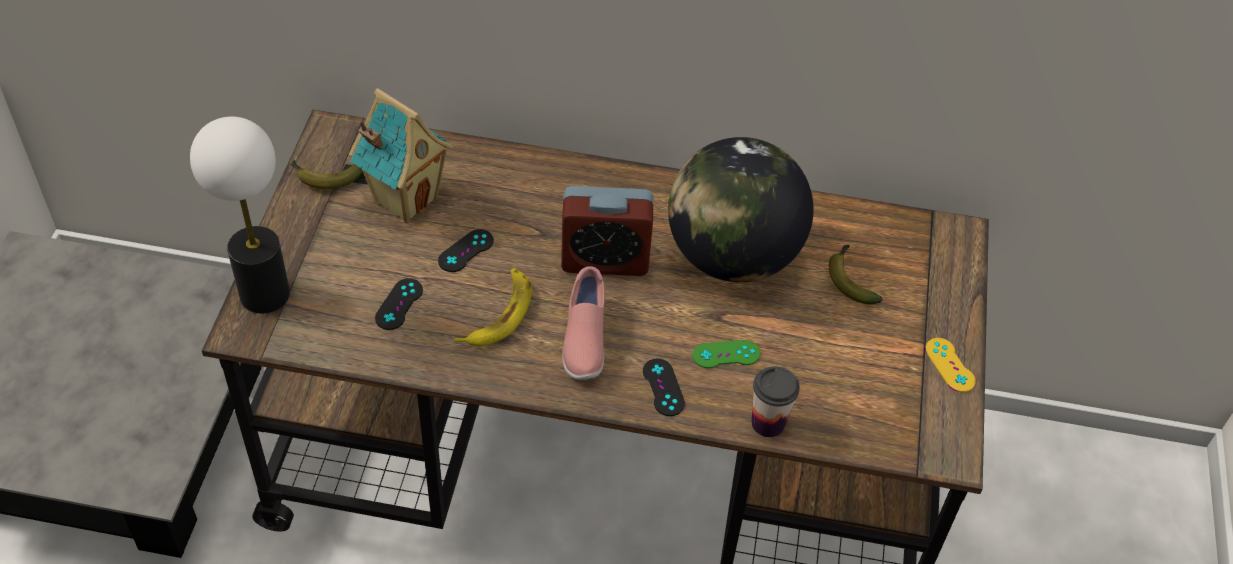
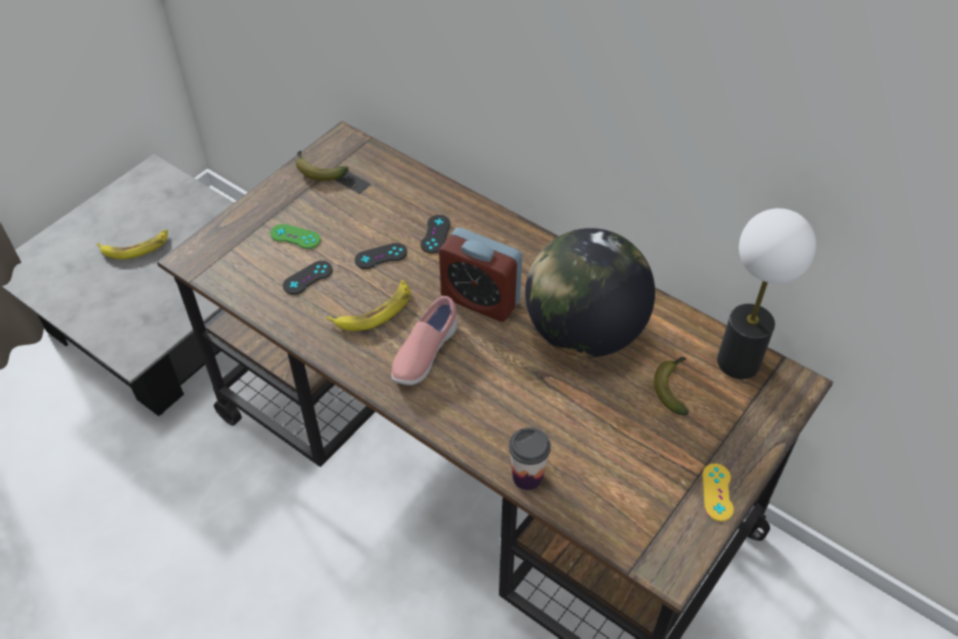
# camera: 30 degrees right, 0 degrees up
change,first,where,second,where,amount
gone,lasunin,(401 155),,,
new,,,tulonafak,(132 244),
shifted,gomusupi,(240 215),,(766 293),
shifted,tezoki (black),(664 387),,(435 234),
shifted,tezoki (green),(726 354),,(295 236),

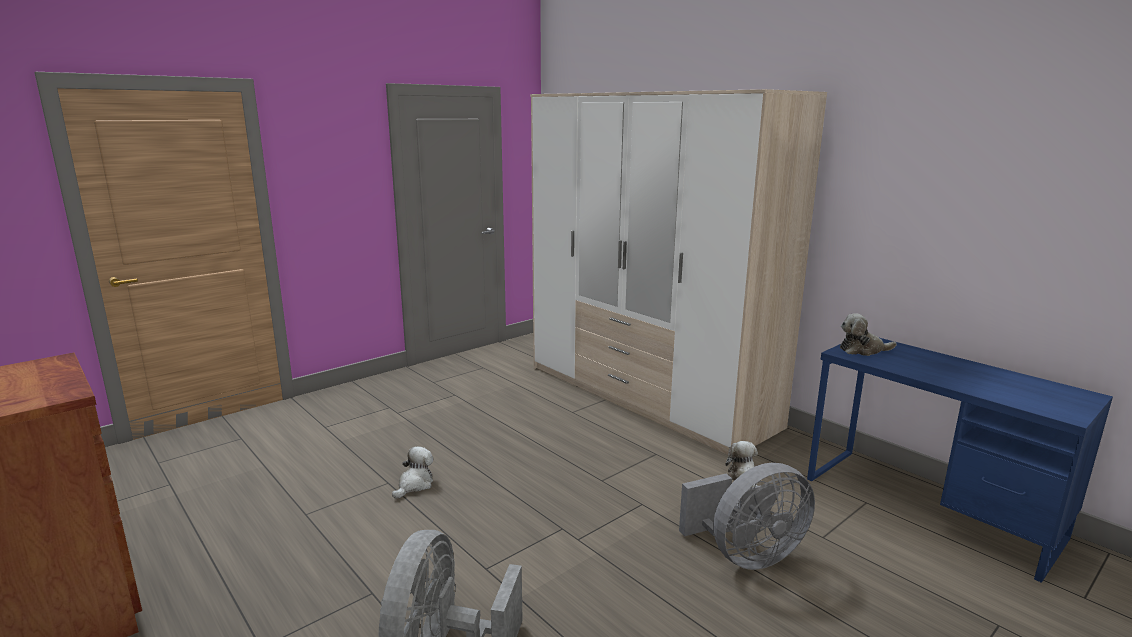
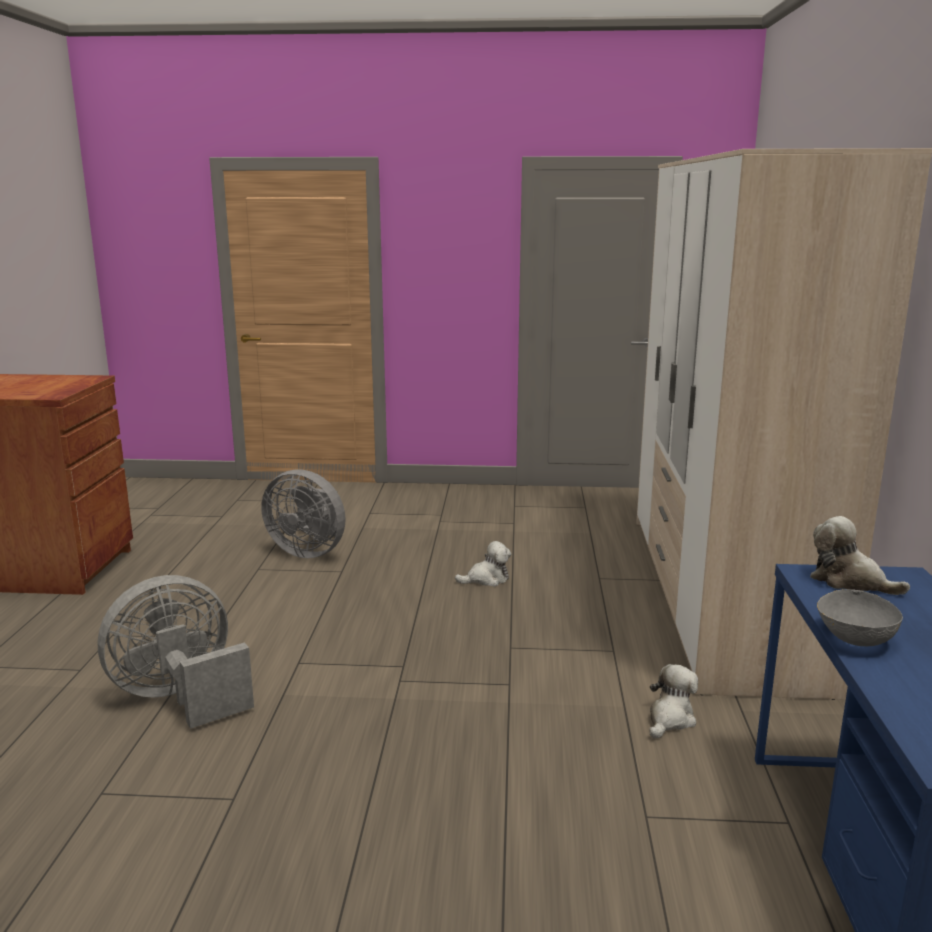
# camera: 45 degrees right, 0 degrees up
change,first,where,second,where,amount
new,,,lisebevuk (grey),(860 617),
shifted,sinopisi,(412 472),,(483 564),
shifted,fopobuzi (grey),(747 516),,(303 513),

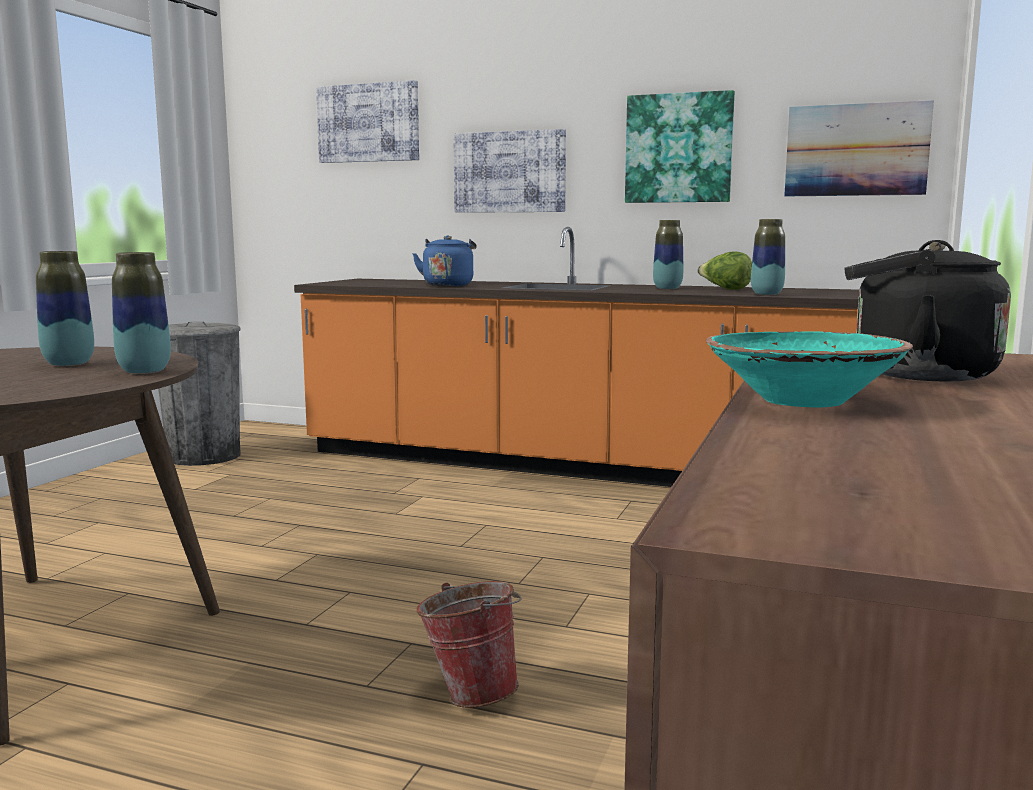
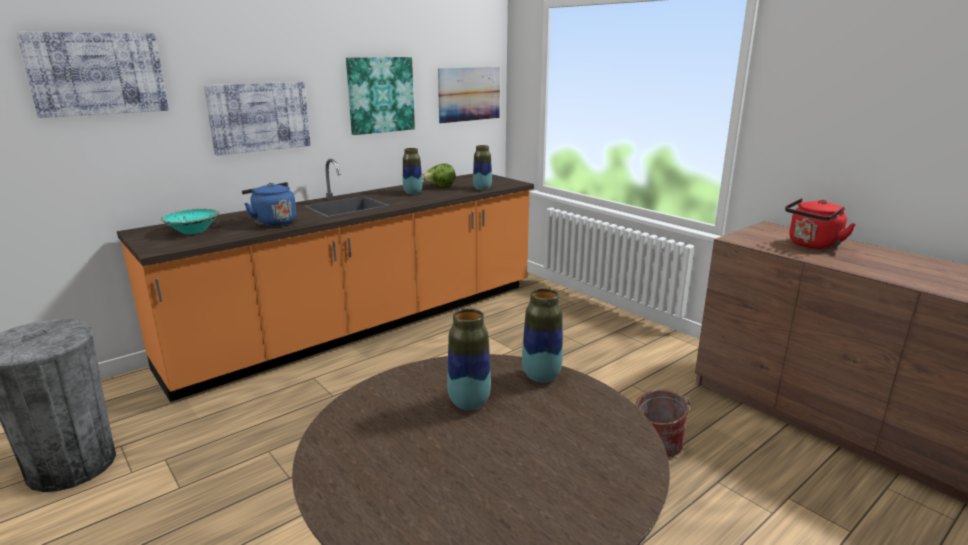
# camera: 60 degrees left, 10 degrees up
change,first,where,second,where,amount
shifted,lisebevuk (turquoise),(809 369),,(190 221),
repainted,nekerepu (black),(927 311),nekerepu (red),(820 223),

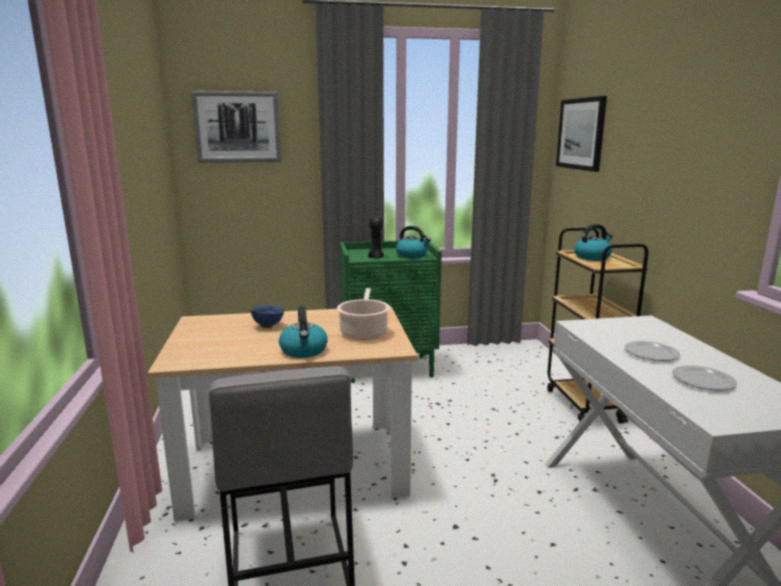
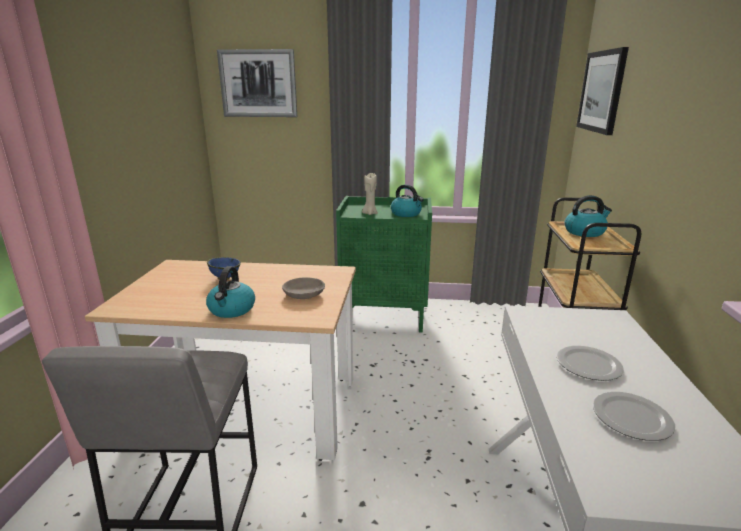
# camera: 15 degrees right, 5 degrees up
change,first,where,second,where,amount
swapped,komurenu,(363 314),lisebevuk (grey),(303 288),
repainted,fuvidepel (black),(376 237),fuvidepel (beige),(370 194),

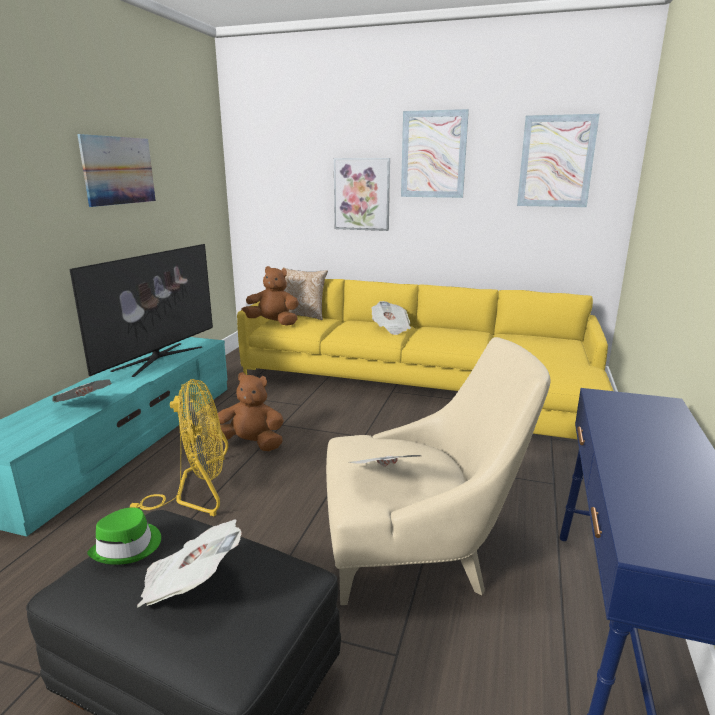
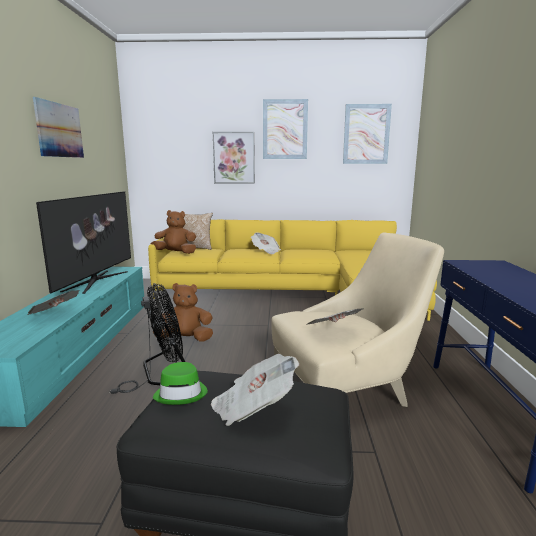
# camera: 15 degrees left, 5 degrees down
change,first,where,second,where,amount
repainted,fopobuzi (yellow),(178 447),fopobuzi (black),(147 338),

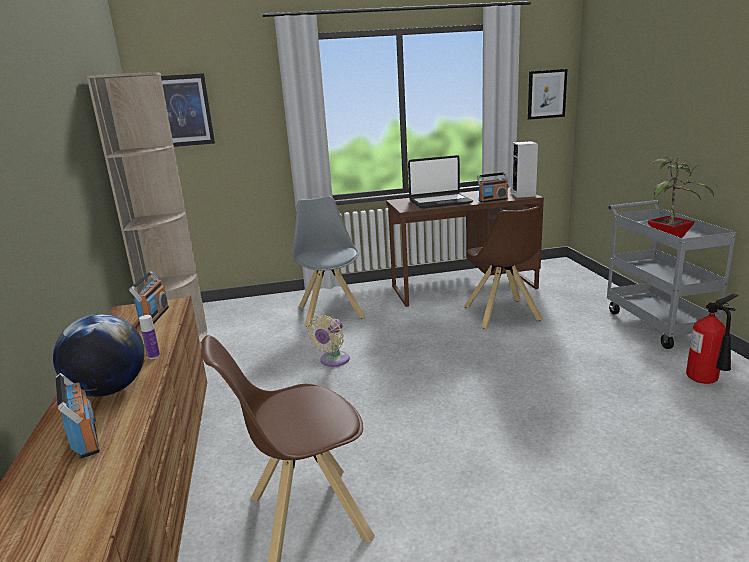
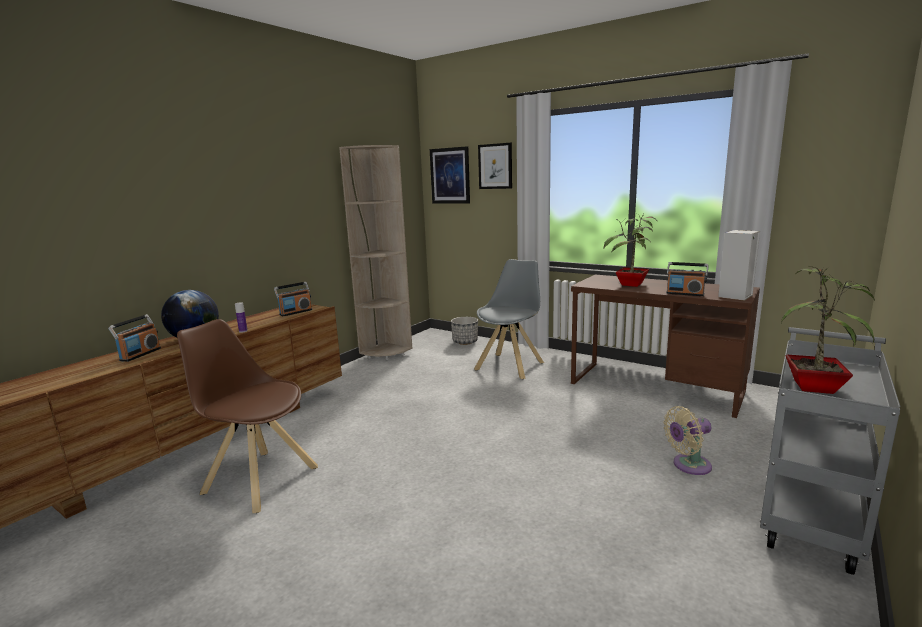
# camera: 45 degrees right, 5 degrees down
change,first,where,second,where,amount
gone,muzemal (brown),(503 268),,,
gone,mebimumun,(712 339),,,
new,,,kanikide,(464 331),
shifted,fopobuzi (beige),(328 341),,(687 440),
shifted,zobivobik,(548 94),,(495 166),
swapped,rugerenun,(440 182),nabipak,(630 250),

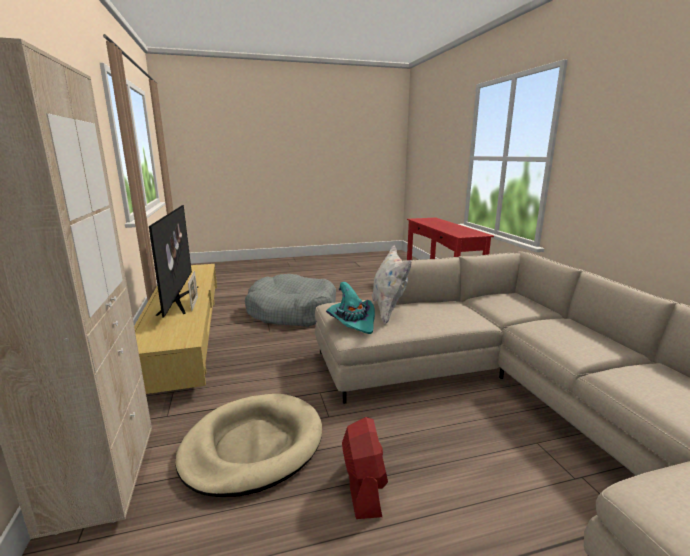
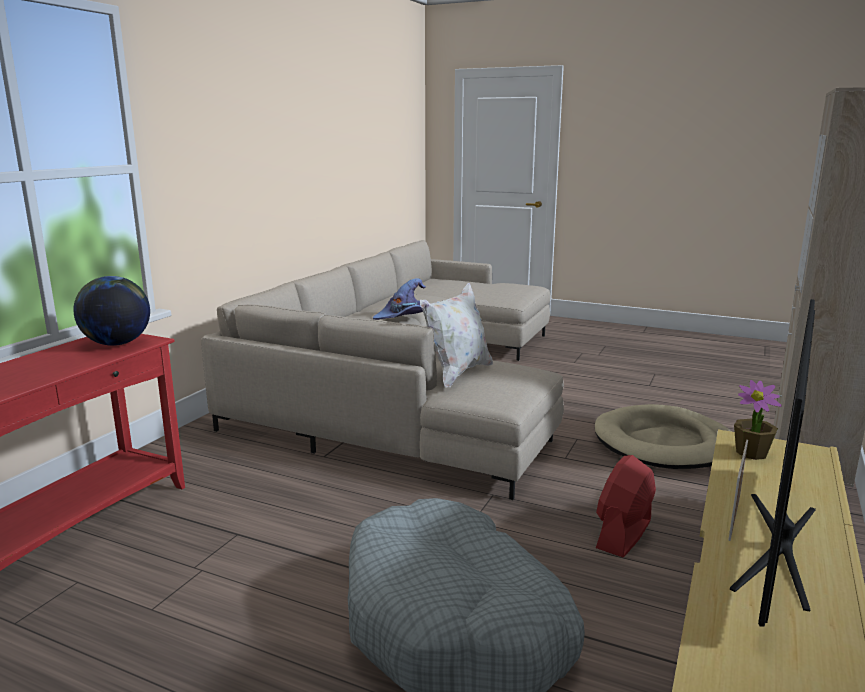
# camera: 140 degrees left, 0 degrees up
change,first,where,second,where,amount
gone,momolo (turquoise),(350 308),,,
new,,,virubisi,(111 311),
new,,,momolo (purple),(399 299),
new,,,nabipak,(758 420),
shifted,fopobuzi (red),(365 468),,(626 506),

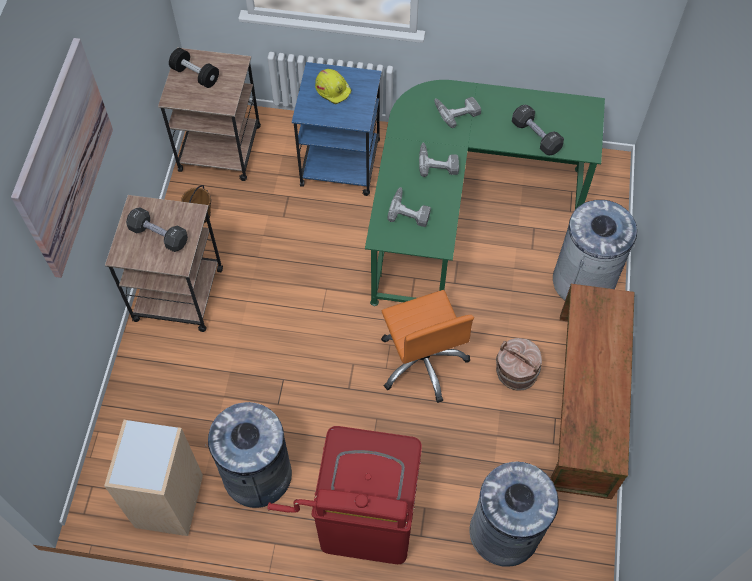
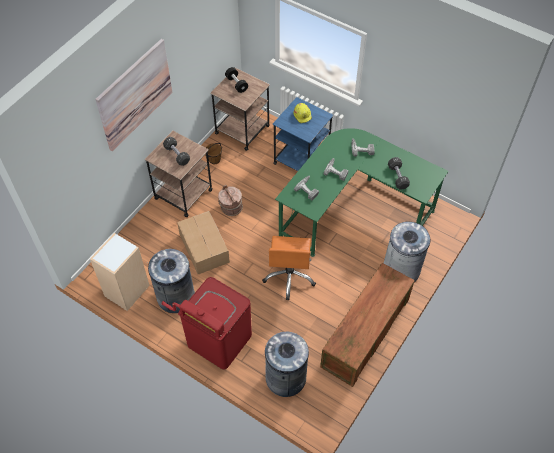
# camera: 25 degrees right, 5 degrees down
change,first,where,second,where,amount
new,,,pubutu,(203 242),
shifted,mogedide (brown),(519 364),,(230 200),

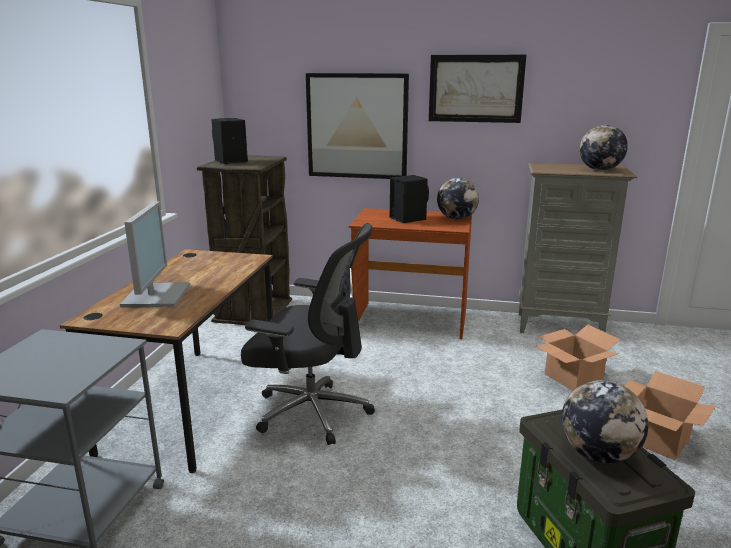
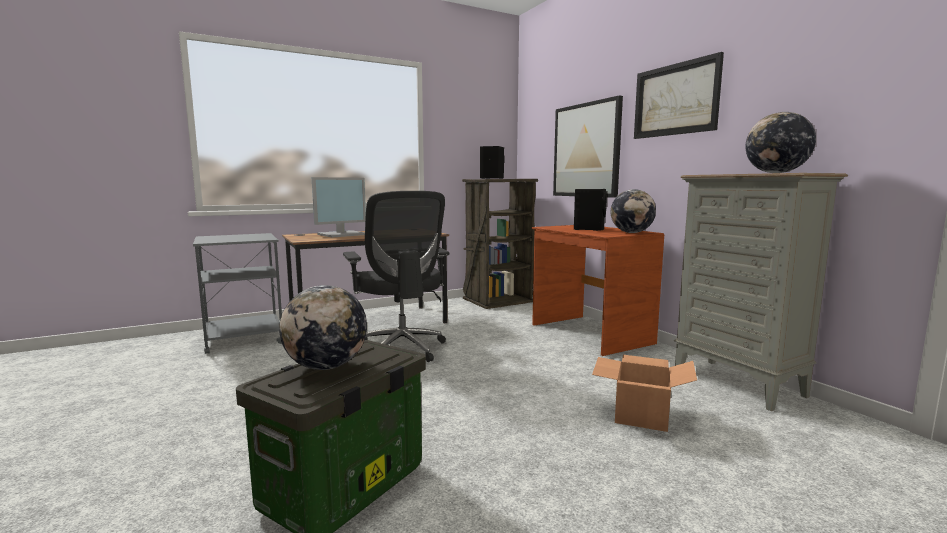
# camera: 50 degrees right, 10 degrees down
change,first,where,second,where,amount
gone,pubutu,(670 415),,,

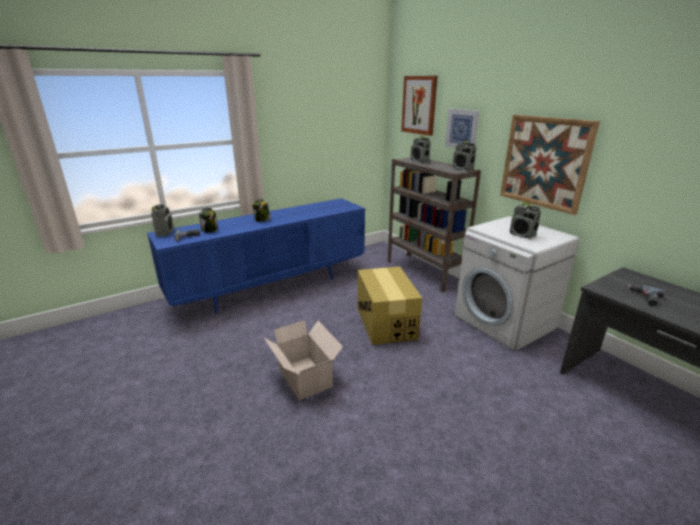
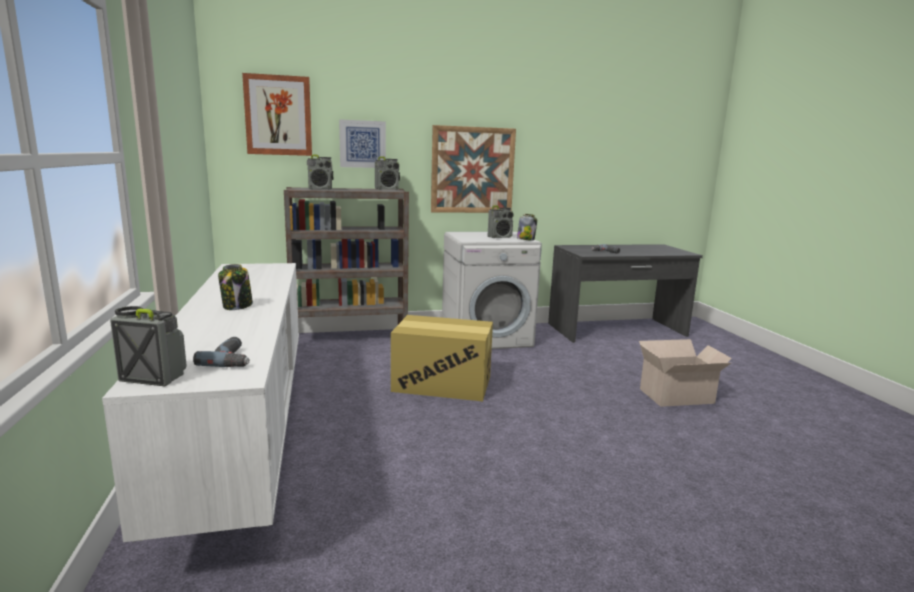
# camera: 70 degrees left, 10 degrees down
change,first,where,second,where,amount
shifted,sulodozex,(208 220),,(527 227),
shifted,pubutu,(303 360),,(685 373),
repainted,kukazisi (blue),(256 256),kukazisi (white),(200 402),

